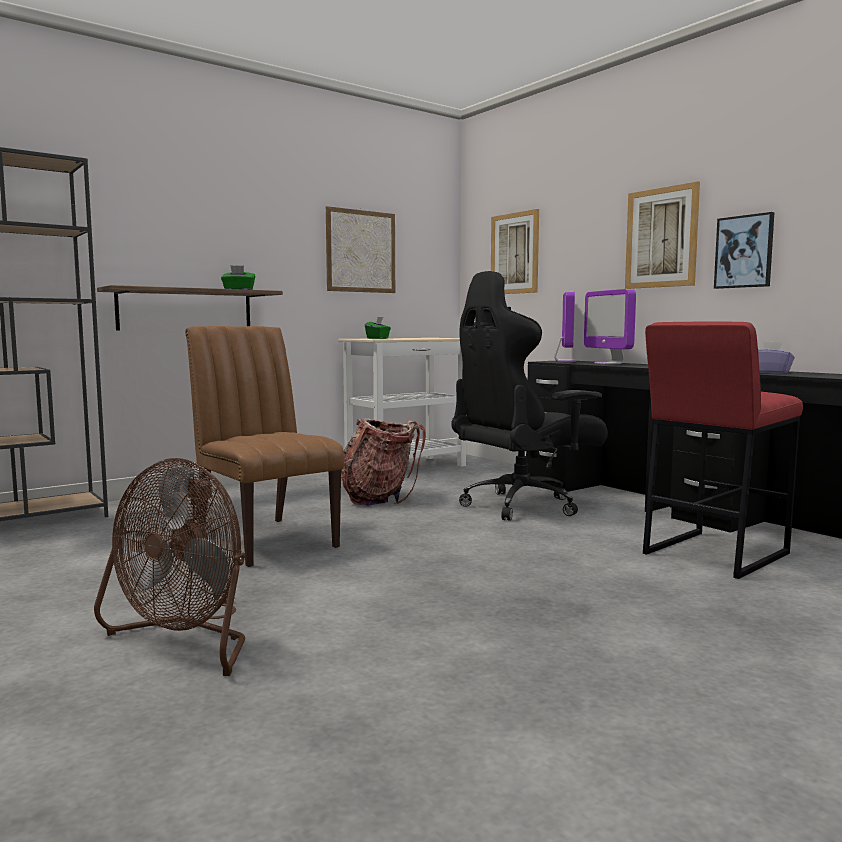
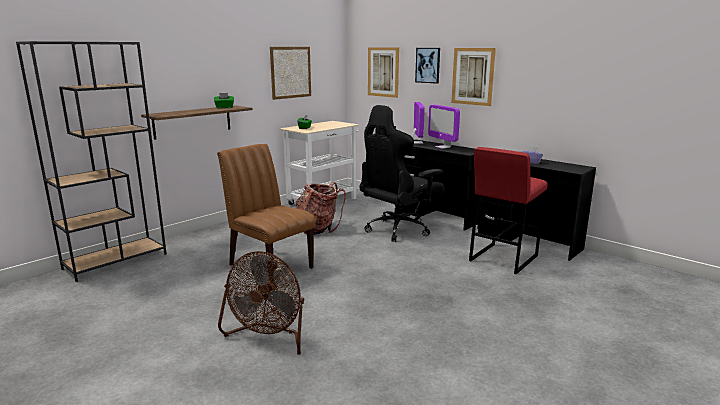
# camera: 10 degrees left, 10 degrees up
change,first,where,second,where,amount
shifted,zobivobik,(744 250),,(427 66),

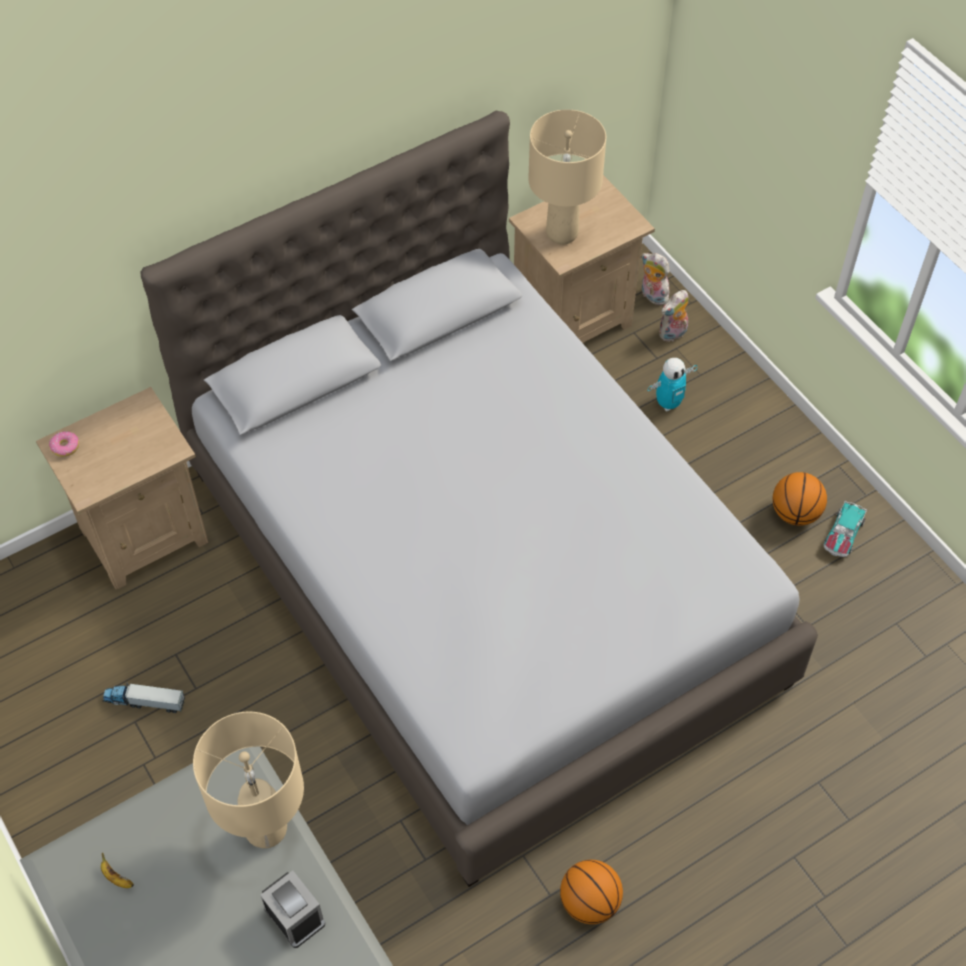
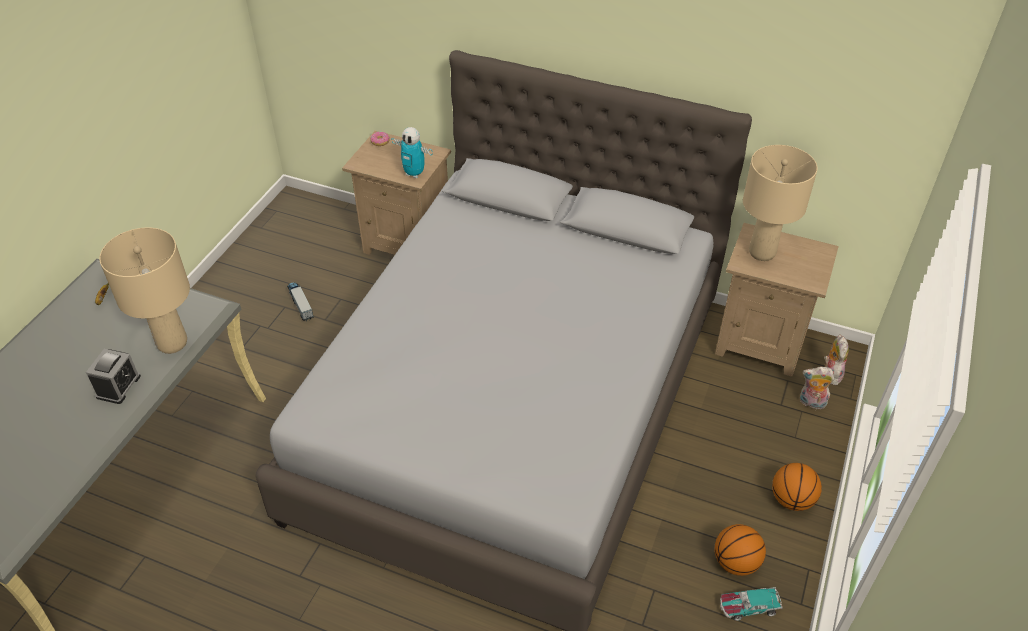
# camera: 55 degrees right, 10 degrees down
change,first,where,second,where,amount
shifted,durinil,(591 892),,(797 487),
shifted,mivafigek,(672 385),,(412 152),

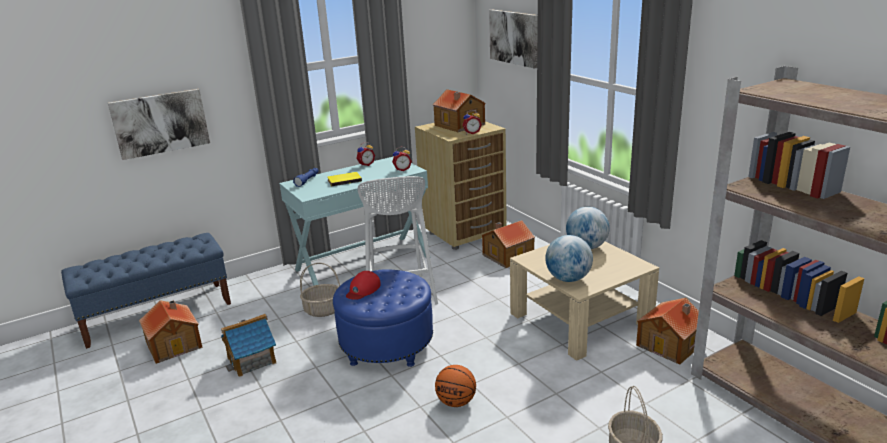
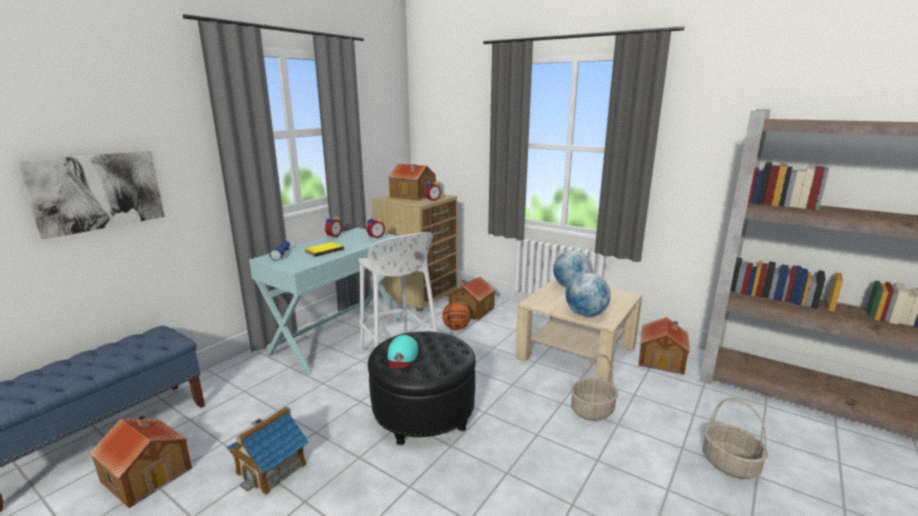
# camera: 25 degrees left, 5 degrees down
change,first,where,second,where,amount
gone,zobivobik,(513 39),,,
shifted,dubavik,(320 290),,(594 387),
shifted,durinil,(455 386),,(456 316),
repainted,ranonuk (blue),(383 318),ranonuk (black),(422 388),
repainted,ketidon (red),(363 285),ketidon (turquoise),(402 351),

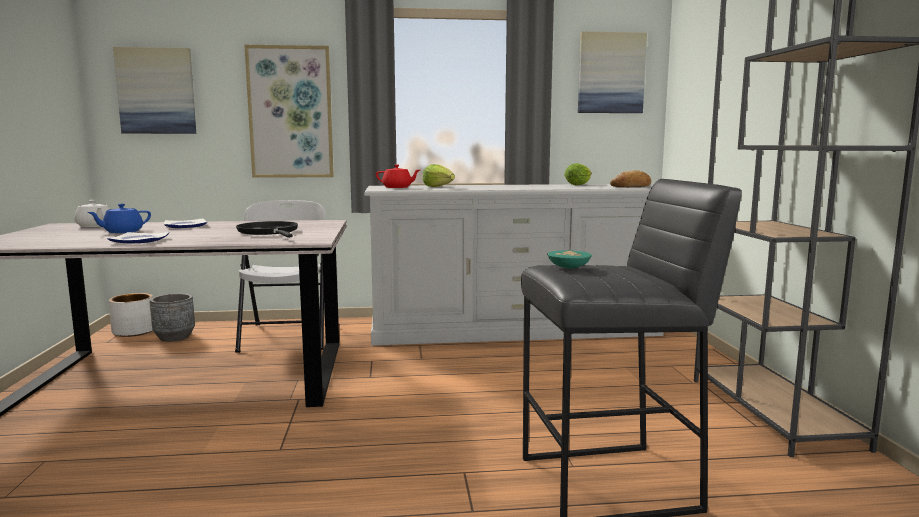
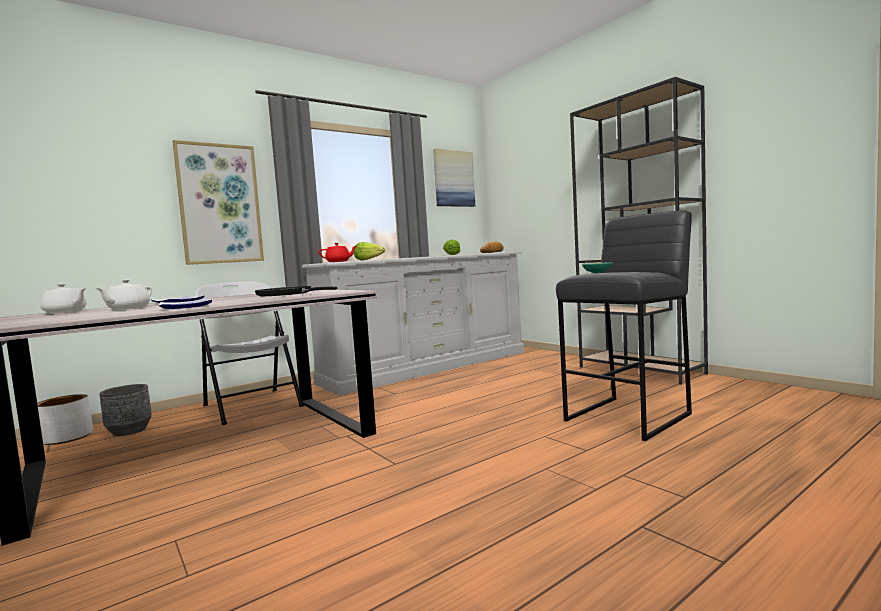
# camera: 30 degrees left, 5 degrees down
change,first,where,second,where,amount
gone,zobivobik,(154 90),,,
repainted,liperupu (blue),(119 218),liperupu (white),(124 294),

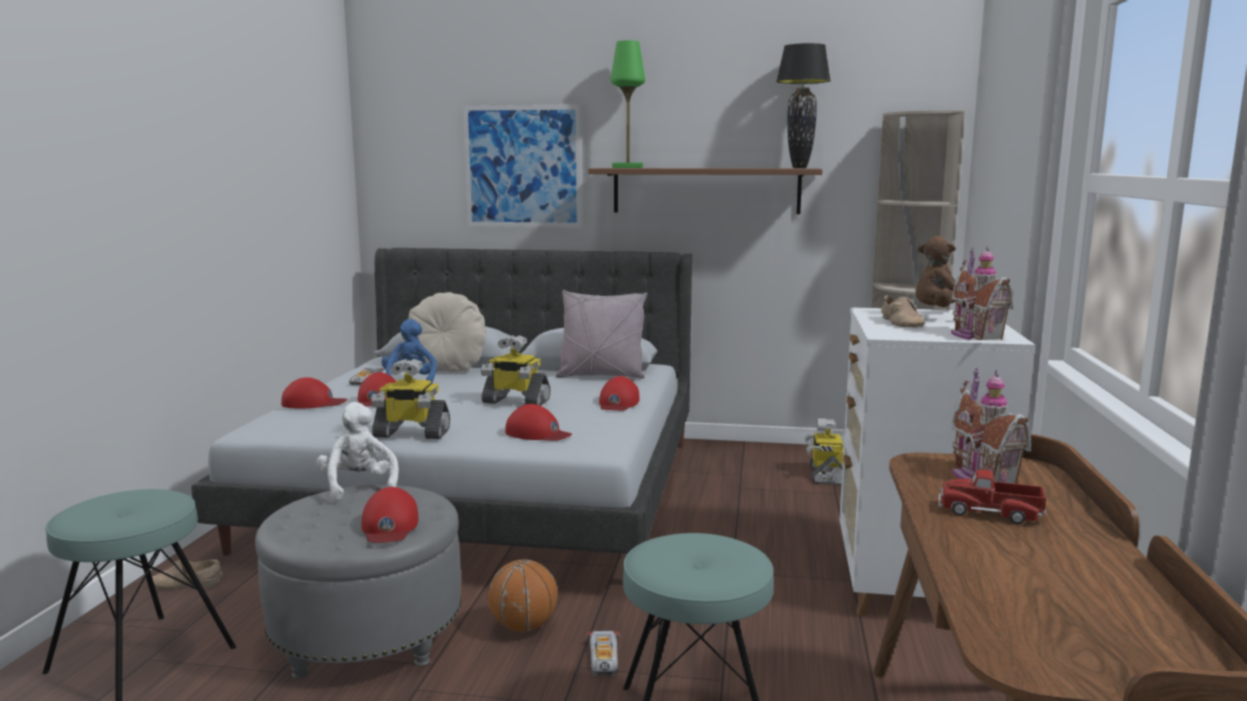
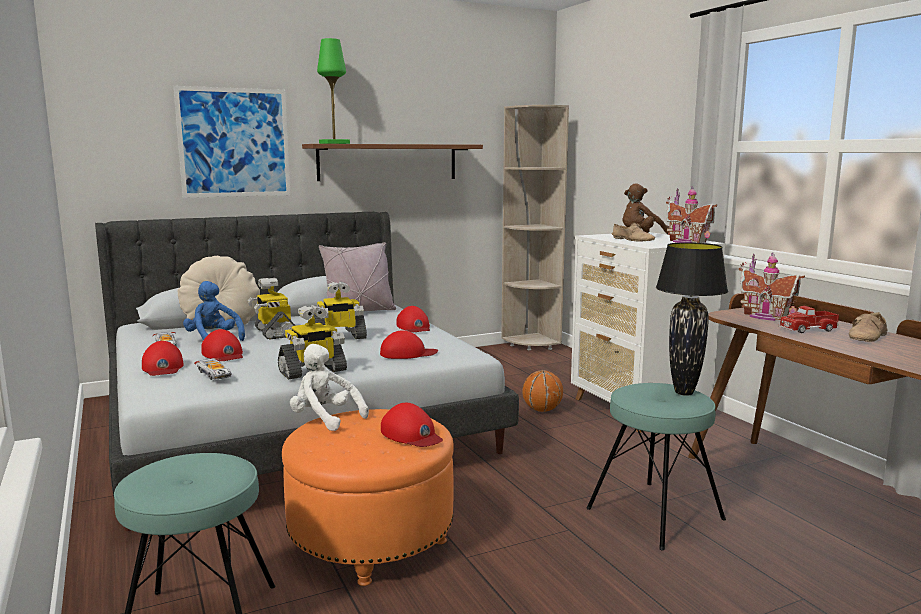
# camera: 35 degrees left, 0 degrees up
change,first,where,second,where,amount
shifted,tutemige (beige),(187 574),,(868 327),
shifted,durinil,(523 595),,(542 391),
shifted,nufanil,(603 653),,(213 369),
shifted,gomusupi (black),(803 105),,(692 319),
shifted,mivafigek,(824 451),,(271 309),
repainted,ranonuk (grey),(358 582),ranonuk (orange),(368 497),
rotated,ketidon (red),(314 392),,(163 358),105 degrees clockwise

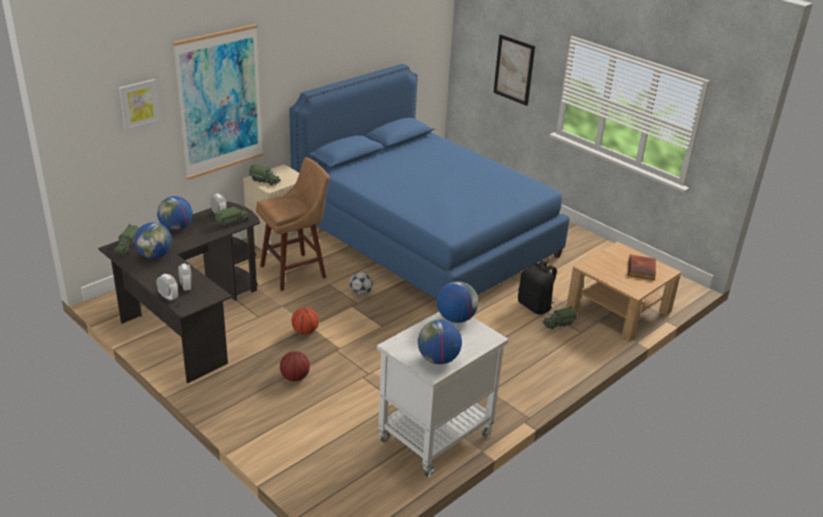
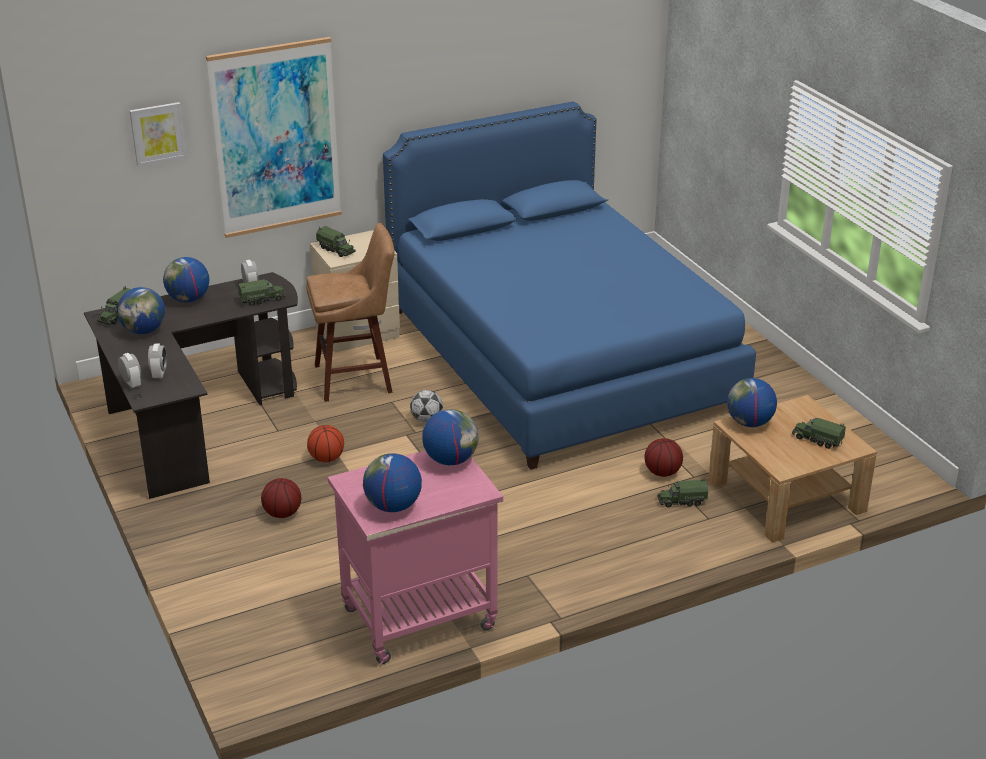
# camera: 20 degrees right, 0 degrees up
change,first,where,second,where,amount
gone,zobivobik,(514 70),,,
new,,,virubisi,(752 402),
swapped,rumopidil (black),(537 287),durinil,(663 457),
swapped,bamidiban,(642 267),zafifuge,(819 433),
repainted,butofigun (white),(443 394),butofigun (pink),(415 557),

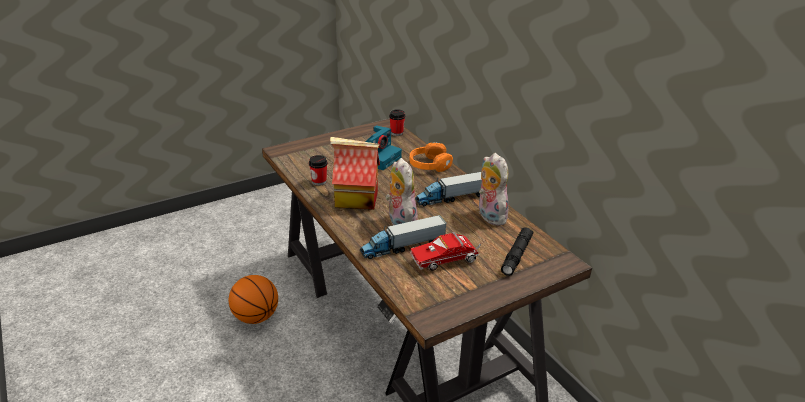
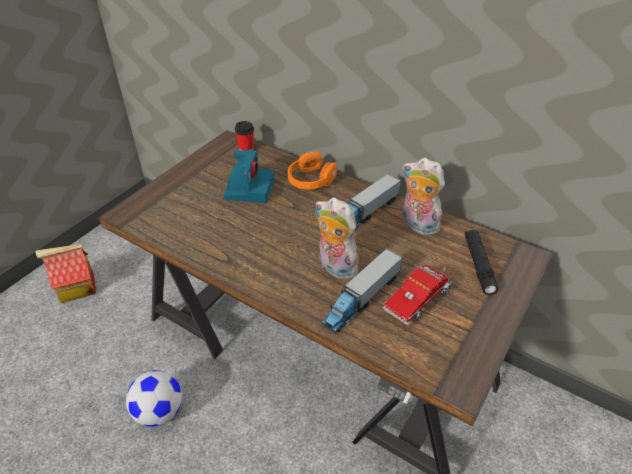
# camera: 25 degrees left, 10 degrees up
change,first,where,second,where,amount
gone,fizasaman,(318 170),,,
shifted,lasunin,(355 173),,(65 273),
swapped,durinil,(253 299),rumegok,(154 398),

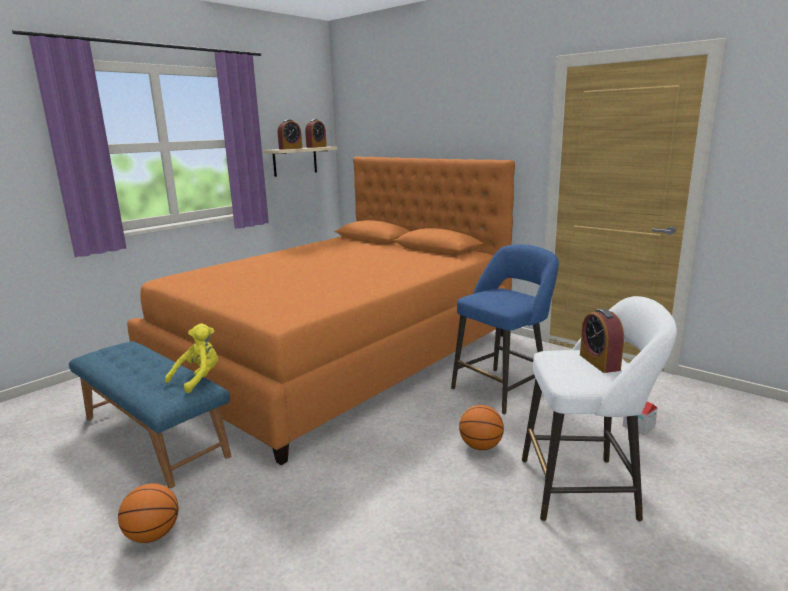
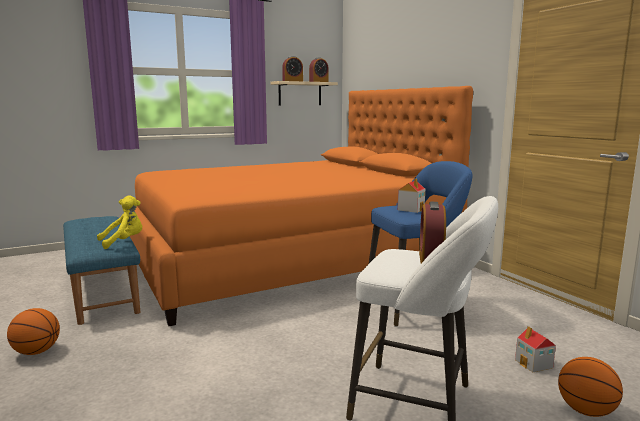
# camera: 20 degrees right, 5 degrees down
change,first,where,second,where,amount
new,,,lasunin,(411 195),
shifted,durinil,(481 427),,(590 387),

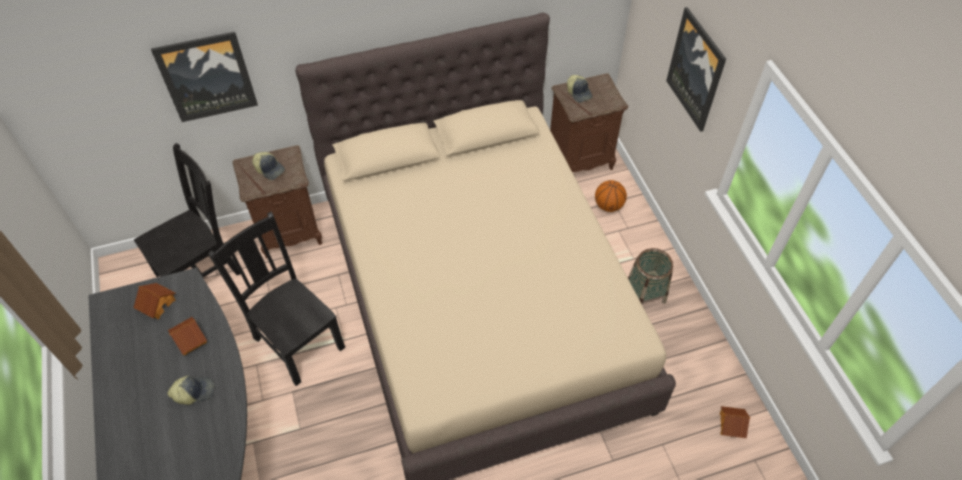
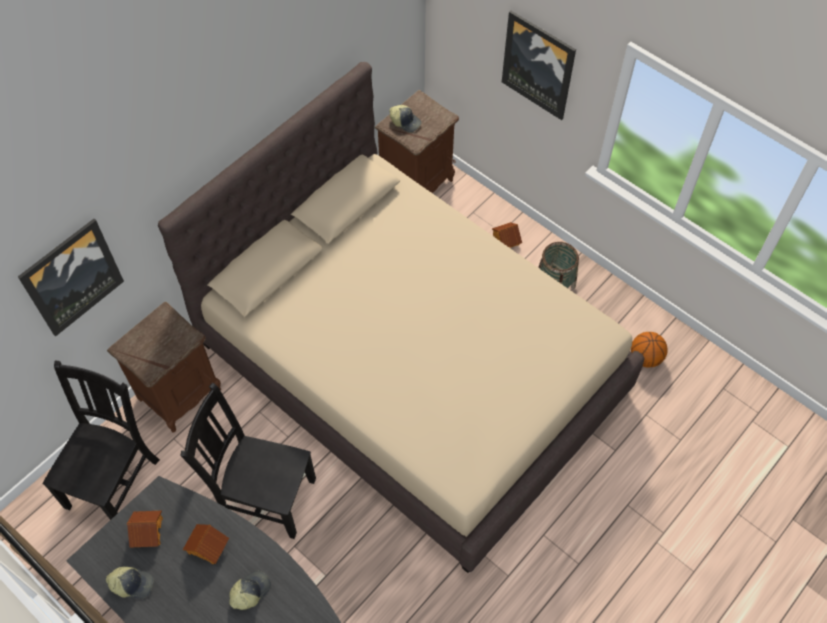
# camera: 30 degrees left, 5 degrees up
change,first,where,second,where,amount
shifted,ketidon,(269 166),,(130 583),
shifted,durinil,(611 196),,(649 349),
shifted,lasunin,(735 422),,(507 235),

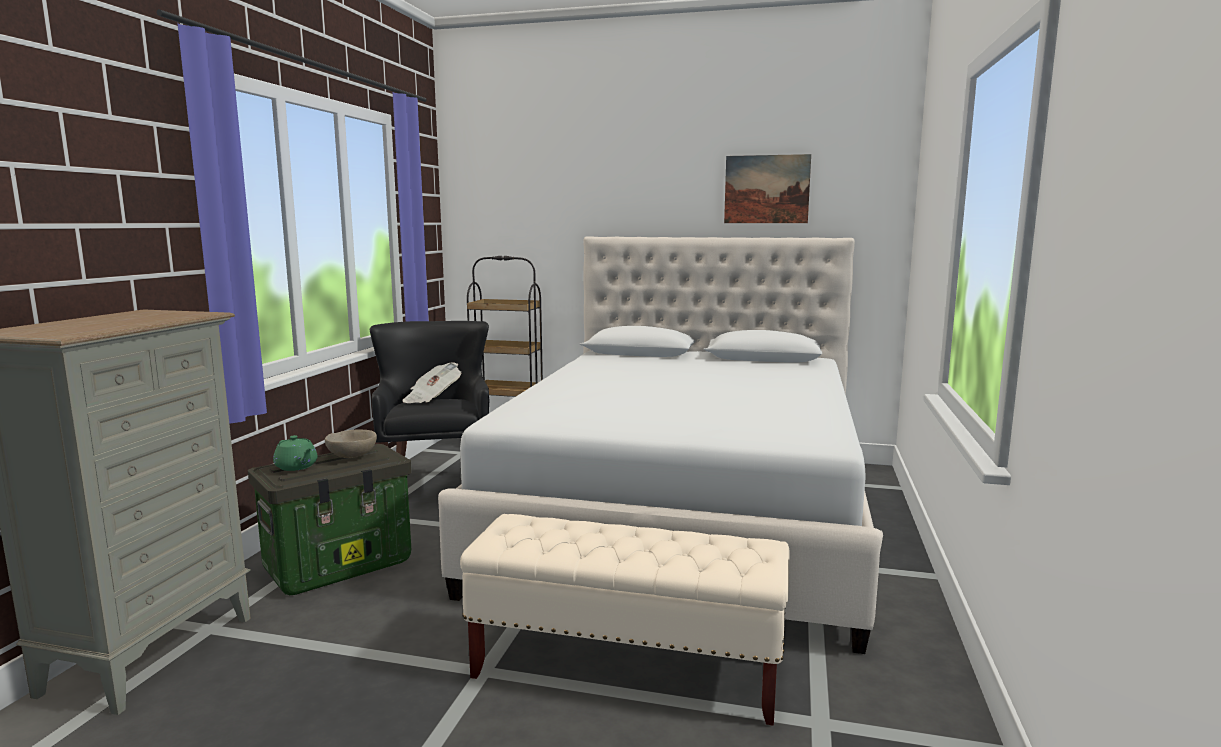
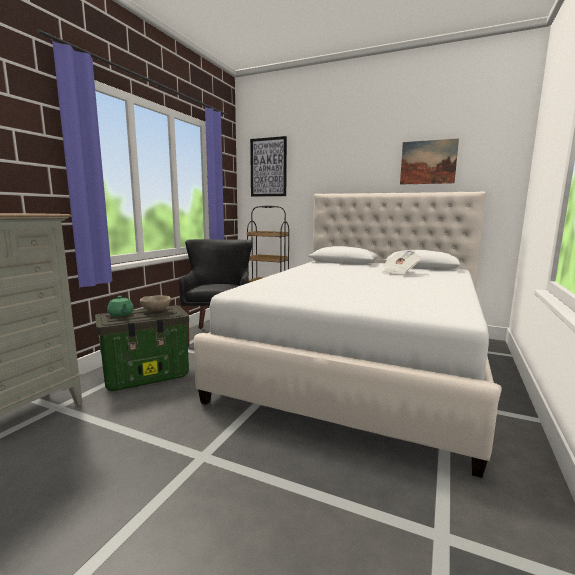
# camera: 10 degrees right, 0 degrees up
change,first,where,second,where,amount
gone,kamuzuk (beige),(624 620),,,
new,,,zobivobik,(268 166),
shifted,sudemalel,(431 382),,(401 263),

